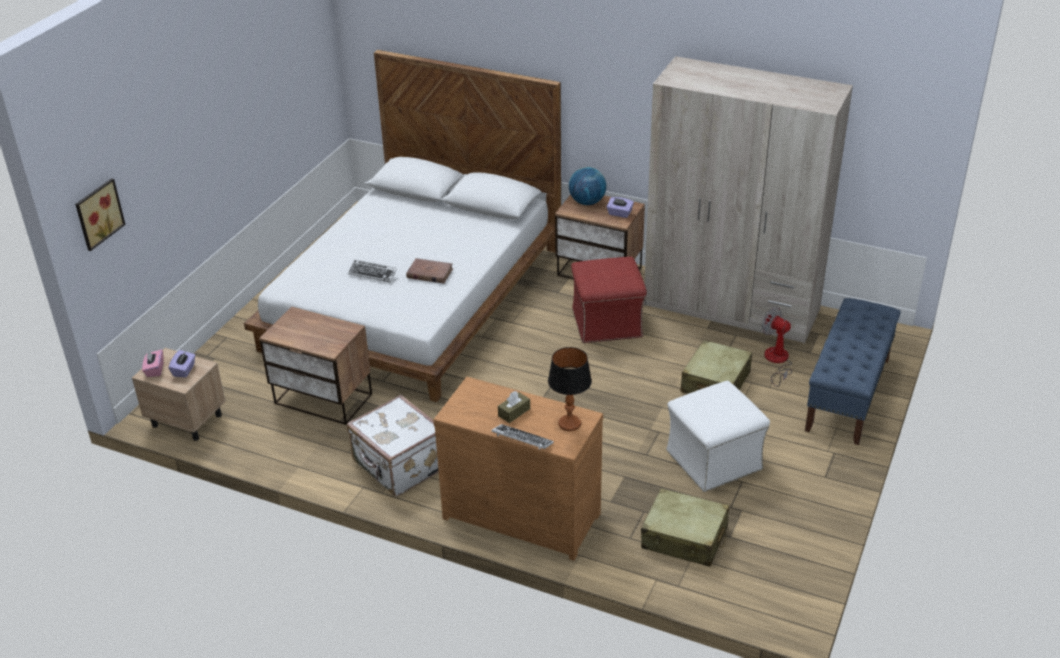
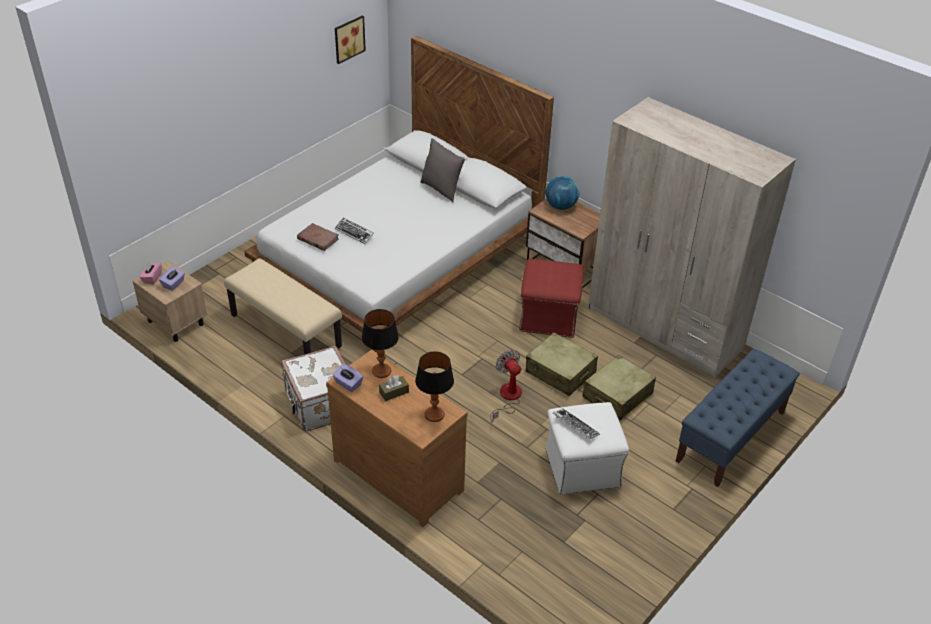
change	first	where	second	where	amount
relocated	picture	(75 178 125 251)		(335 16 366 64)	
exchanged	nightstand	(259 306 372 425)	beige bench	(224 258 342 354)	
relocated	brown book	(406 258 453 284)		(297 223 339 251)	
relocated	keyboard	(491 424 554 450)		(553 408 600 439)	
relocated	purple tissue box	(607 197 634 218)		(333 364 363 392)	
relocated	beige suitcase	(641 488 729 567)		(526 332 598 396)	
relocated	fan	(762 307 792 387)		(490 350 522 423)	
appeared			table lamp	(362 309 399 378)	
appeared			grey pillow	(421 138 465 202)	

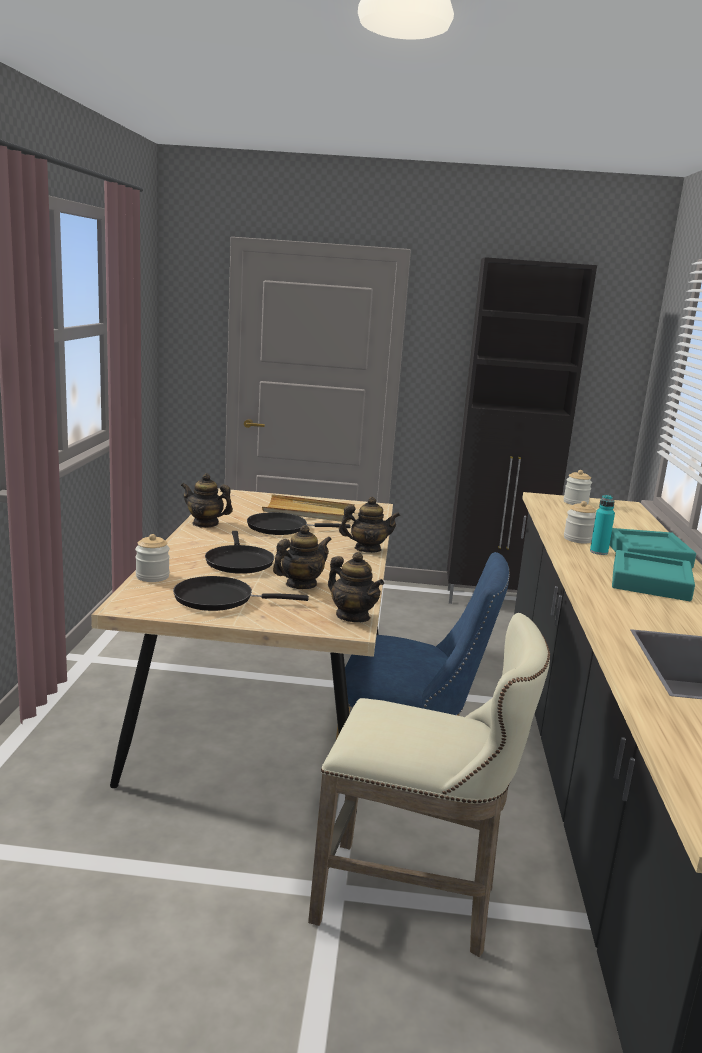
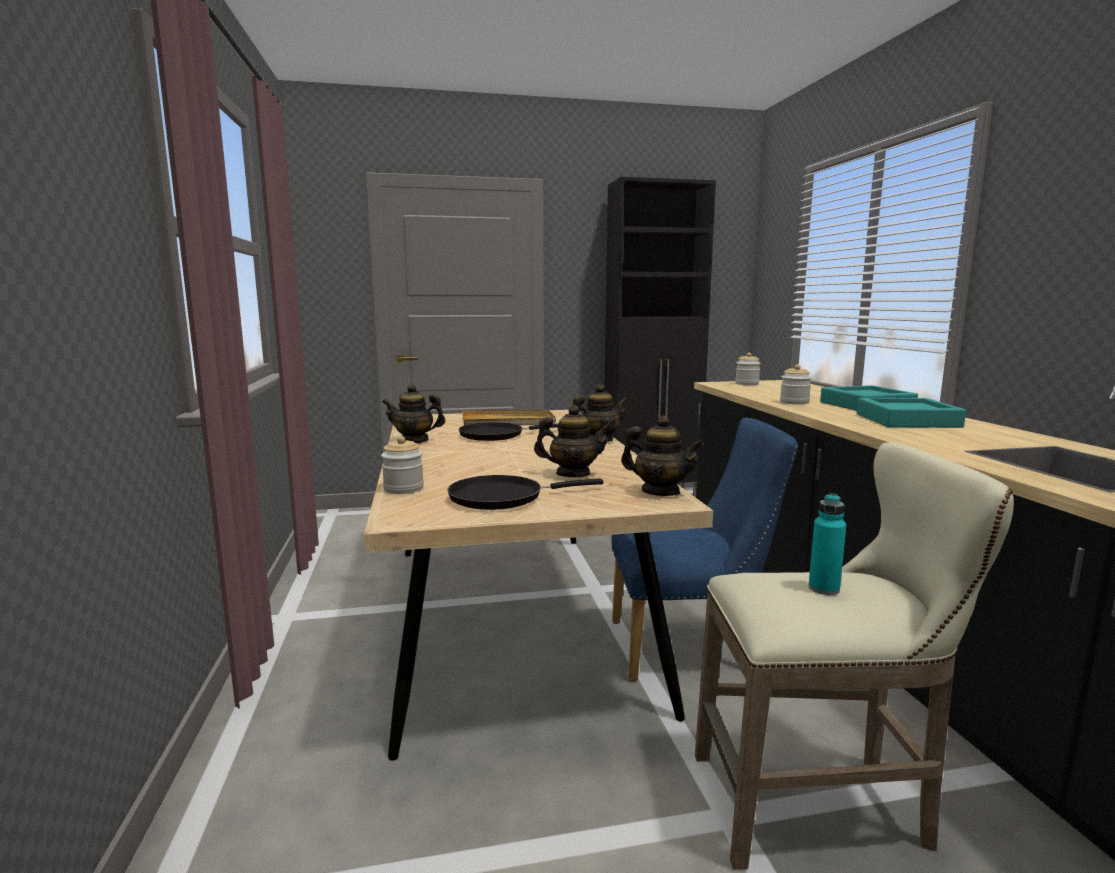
change	first	where	second	where	amount
missing	black frying pan	(205 531 274 574)			
spun	teapot	(273 525 332 589)		(534 405 612 477)	60 degrees clockwise
relocated	turquoise bottle	(590 495 615 555)		(808 493 846 595)	

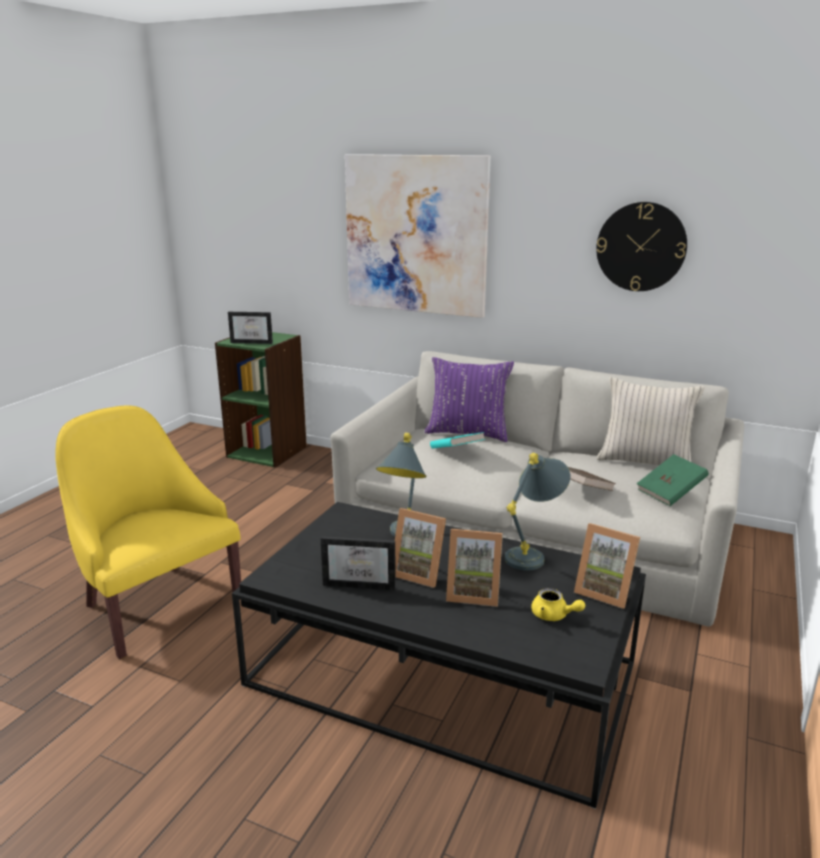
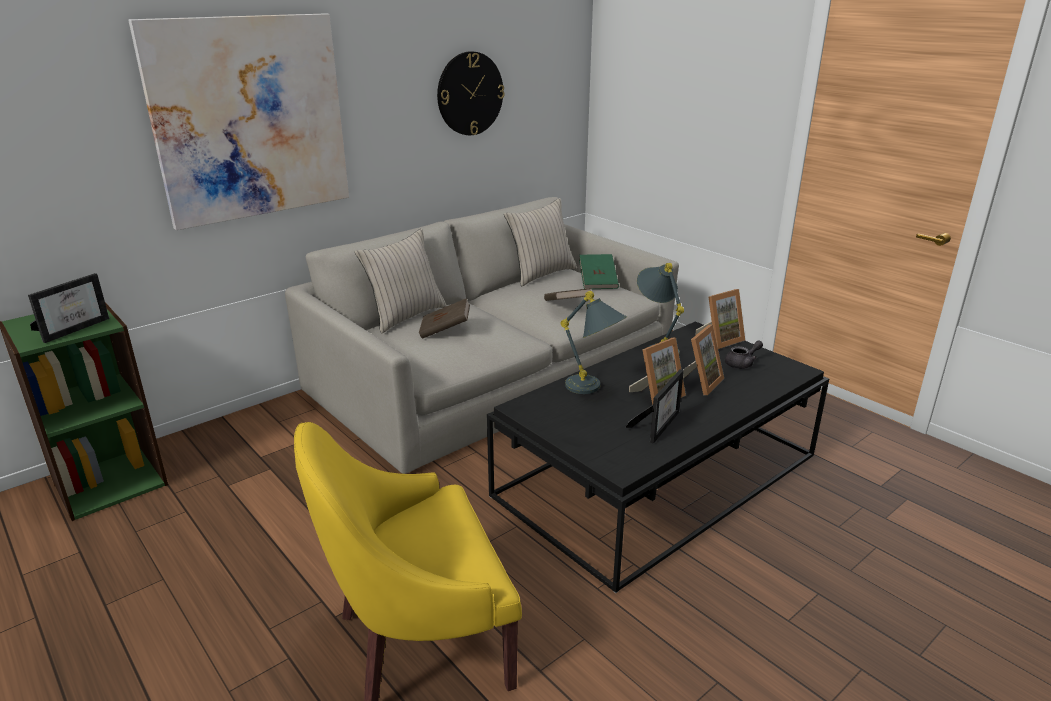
change	first	where	second	where	amount
colour	purple pillow	(425 357 514 442)	beige pillow	(355 229 447 333)	
colour	turquoise book	(430 432 485 449)	brown book	(419 298 470 339)	
colour	yellow teapot	(531 588 585 621)	grey teapot	(725 340 763 369)	

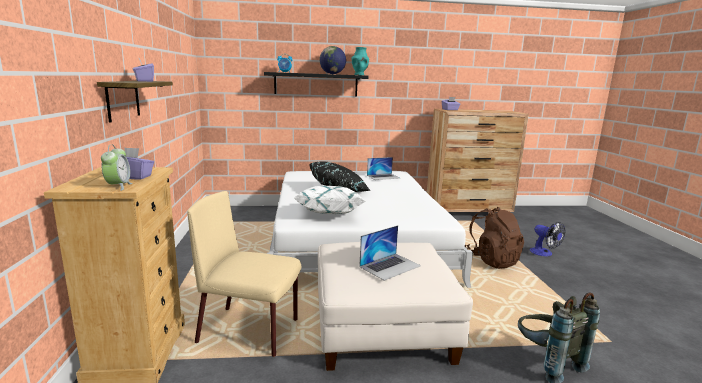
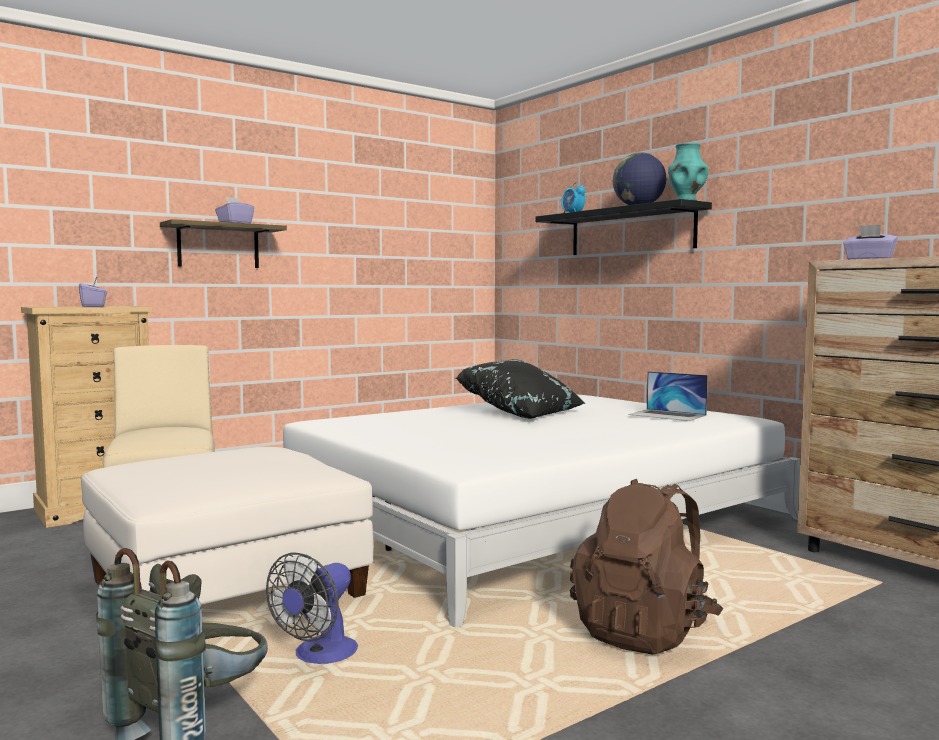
change	first	where	second	where	amount
missing	alarm clock	(101 144 132 191)			
missing	white pillow	(293 186 366 214)			
missing	laptop	(359 225 421 281)			
relocated	fan	(530 222 565 257)		(266 553 358 664)	

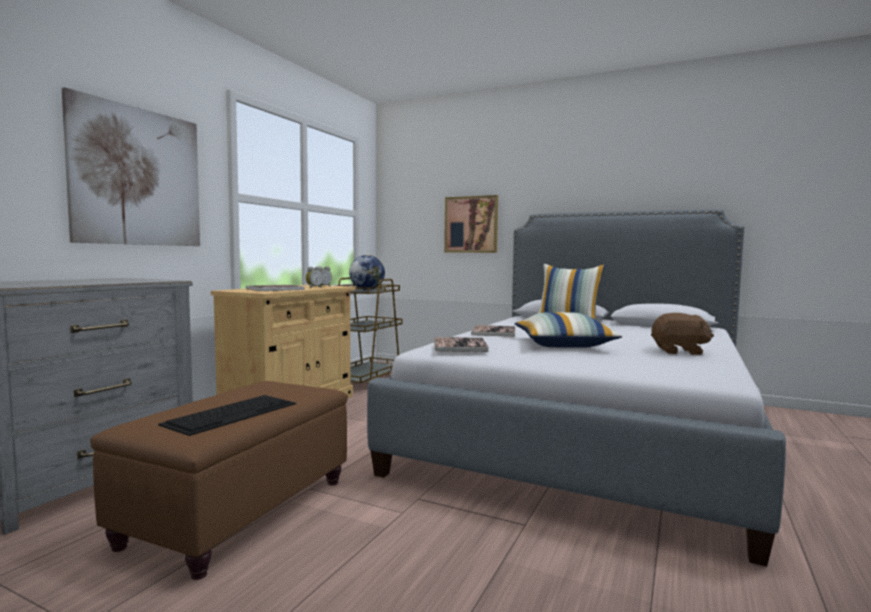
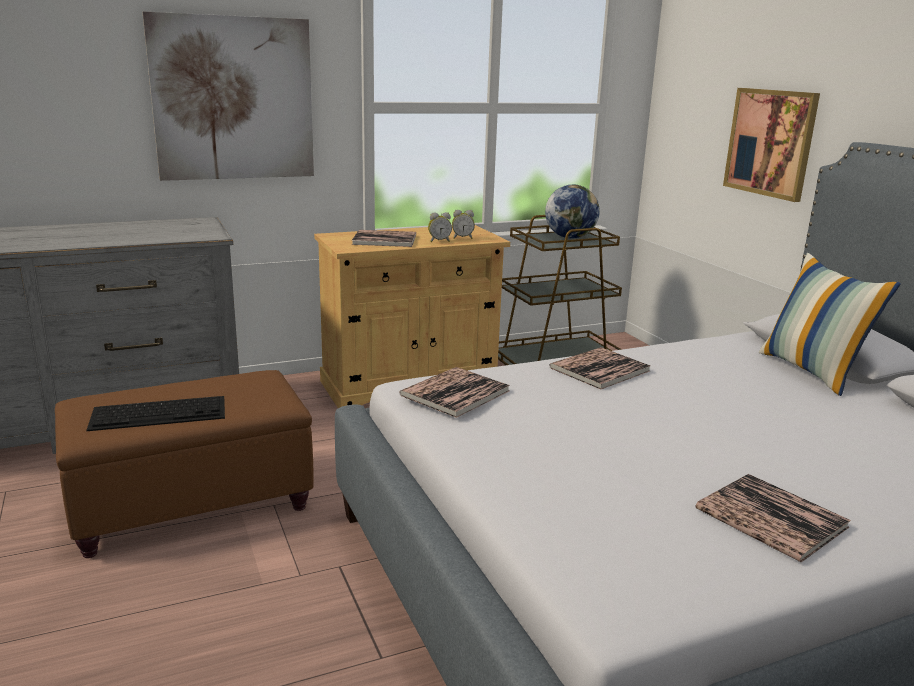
change	first	where	second	where	amount
missing	pillow	(515 312 622 348)			
exchanged	brown plush toy	(651 313 714 355)	book	(695 474 851 562)	

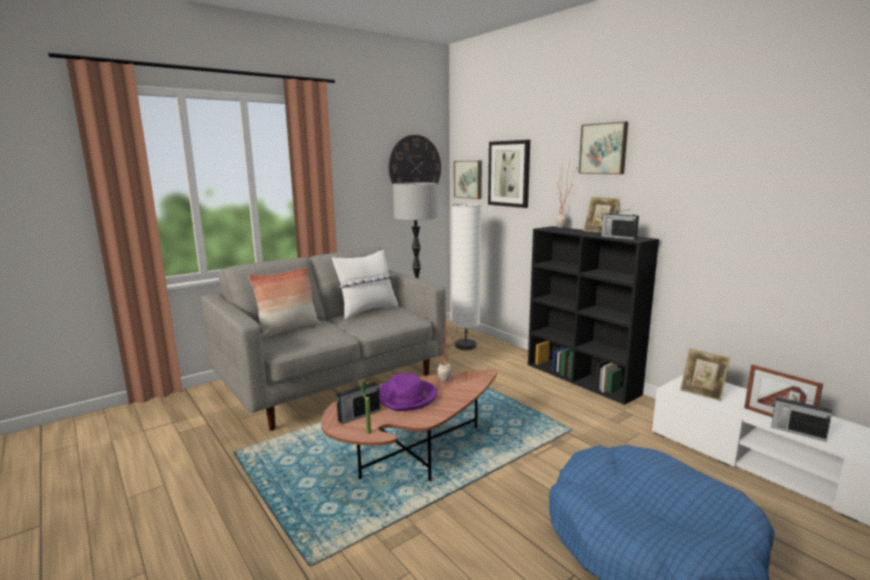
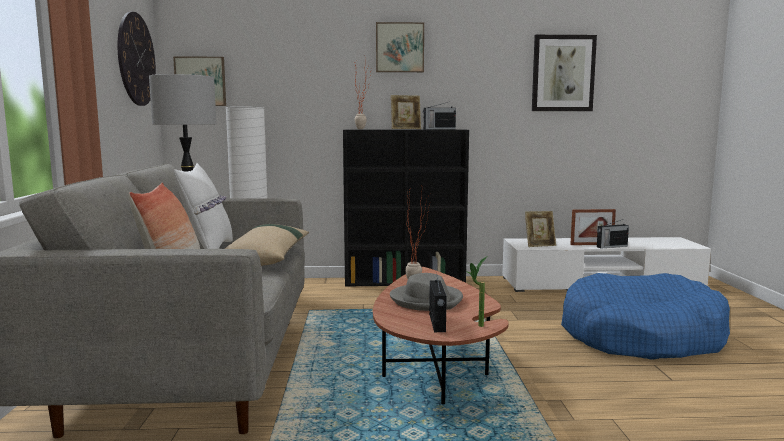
change	first	where	second	where	amount
colour	purple hat	(379 373 437 411)	grey hat	(390 273 463 311)	
relocated	picture	(488 140 530 208)		(532 35 597 111)	
appeared			beige pillow	(225 224 309 266)	

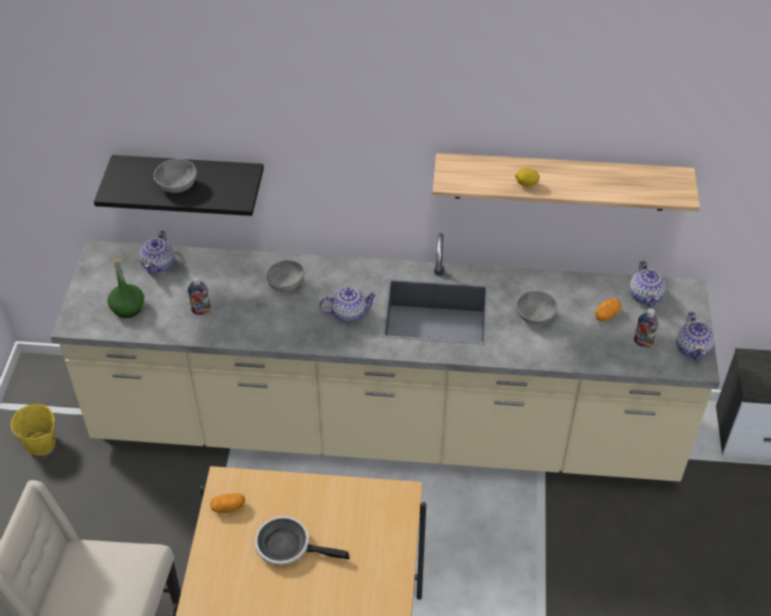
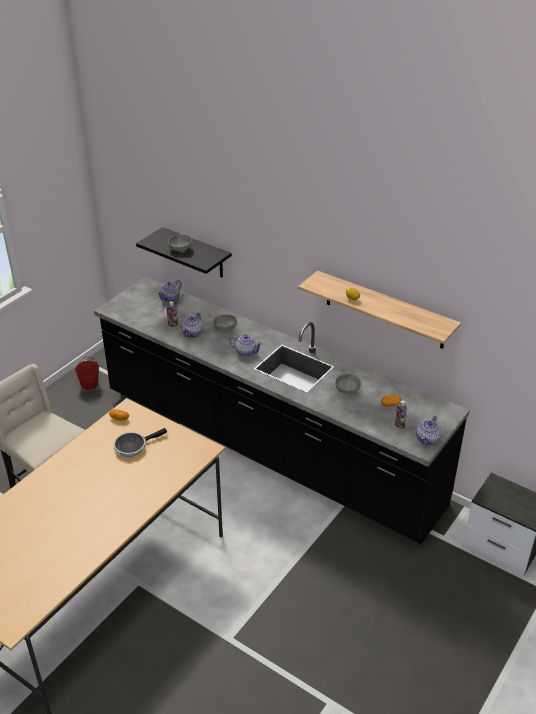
change	first	where	second	where	amount
colour	yellow bucket	(11 402 56 455)	red bucket	(75 357 99 390)	
colour	beige counter	(51 233 720 482)	black counter	(94 277 470 544)	
missing	green bottle	(108 258 144 318)			
spun	frying pan	(254 516 349 565)		(113 428 167 457)	75 degrees counterclockwise
relocated	teapot	(630 261 666 307)		(182 313 203 338)	

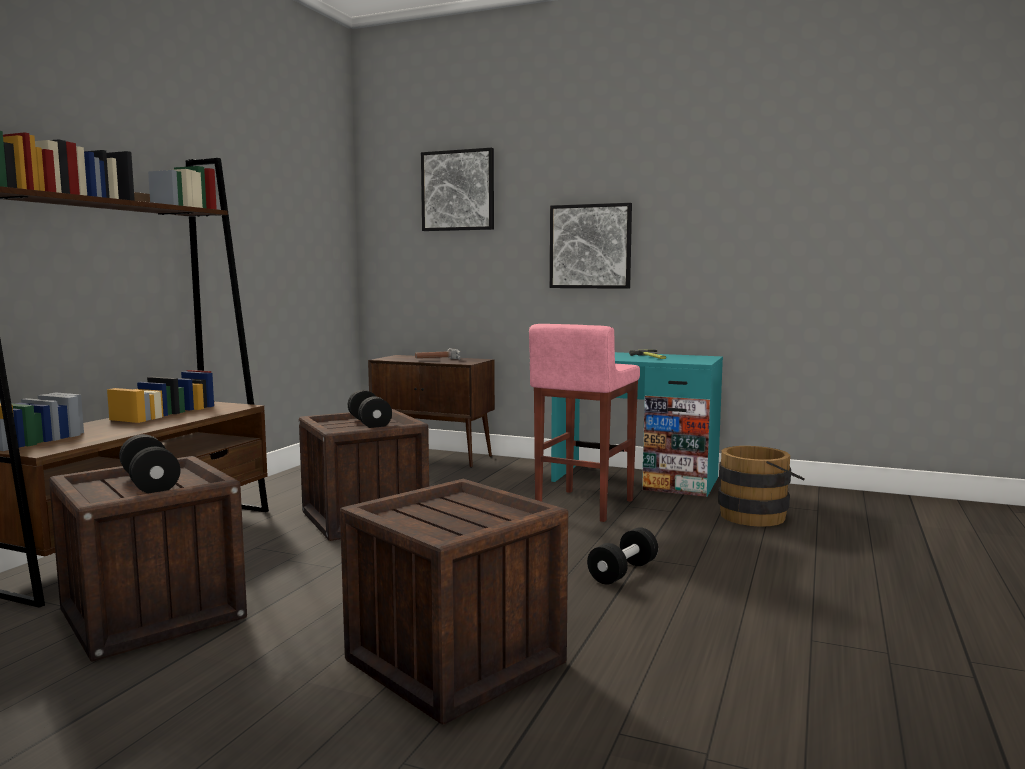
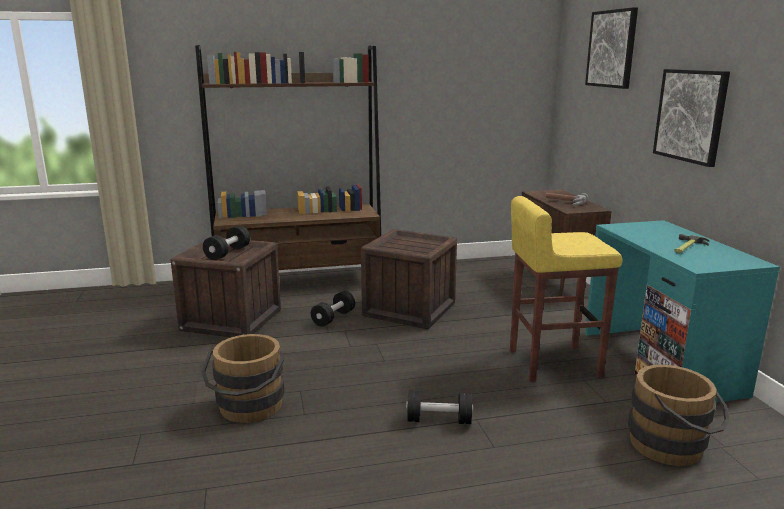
change	first	where	second	where	amount
exchanged	crate	(340 479 568 724)	brown bucket	(201 334 284 423)	
relocated	black dumbbell	(348 390 392 428)		(311 291 355 327)	
colour	pink stool	(529 324 640 522)	yellow stool	(510 196 622 382)	

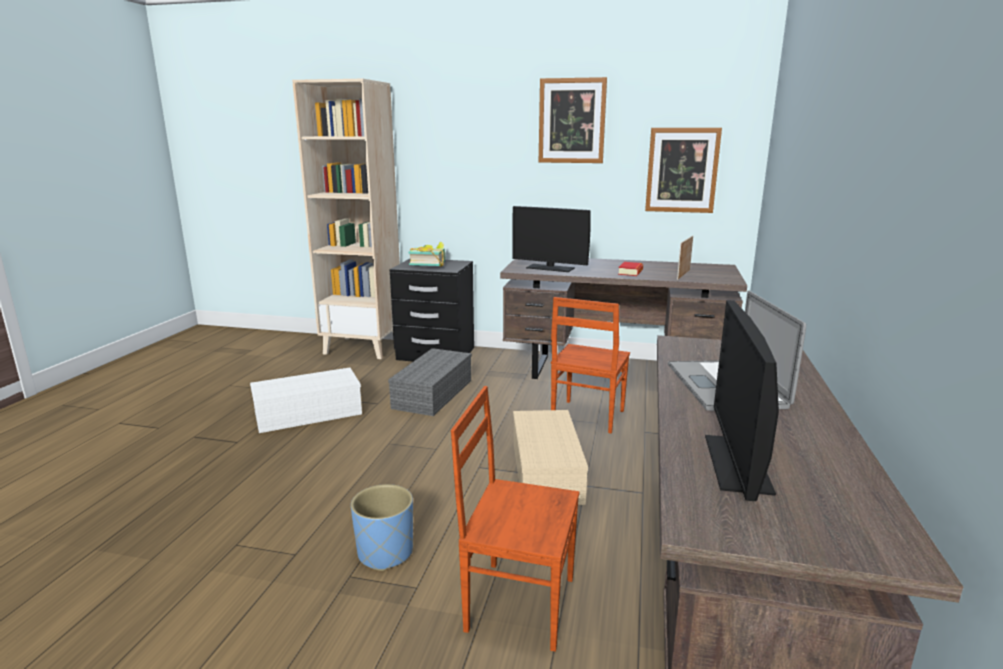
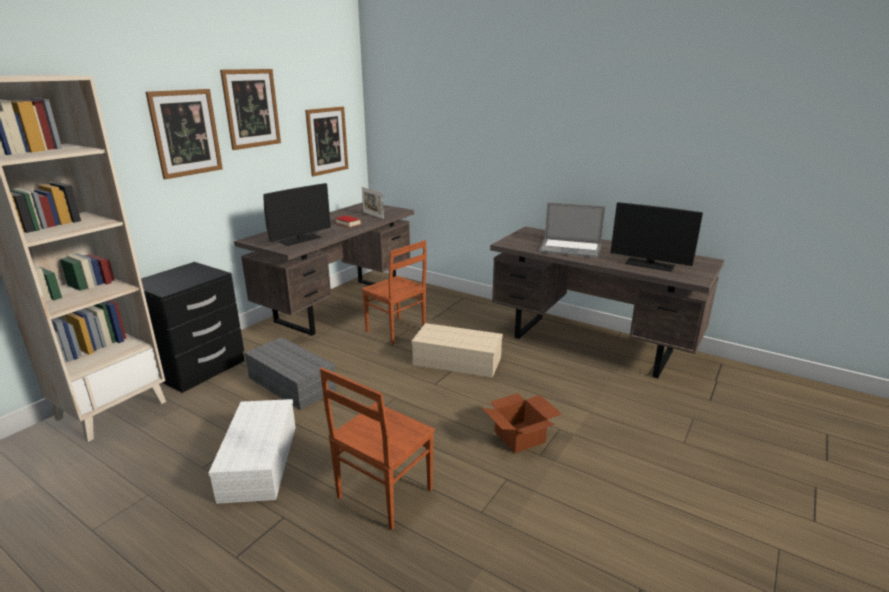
change	first	where	second	where	amount
exchanged	blue planter	(351 484 413 571)	cardboard box	(482 393 562 453)	
missing	book	(408 242 445 267)			
relocated	brown chair	(451 386 579 652)		(320 367 435 530)	
appeared			picture	(146 89 223 179)	

